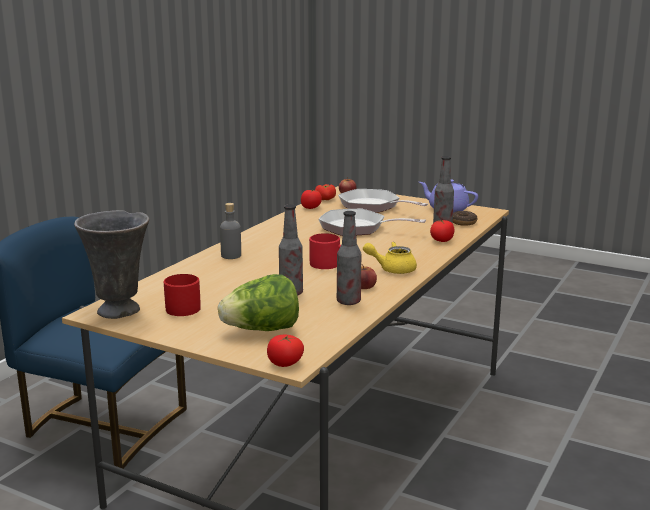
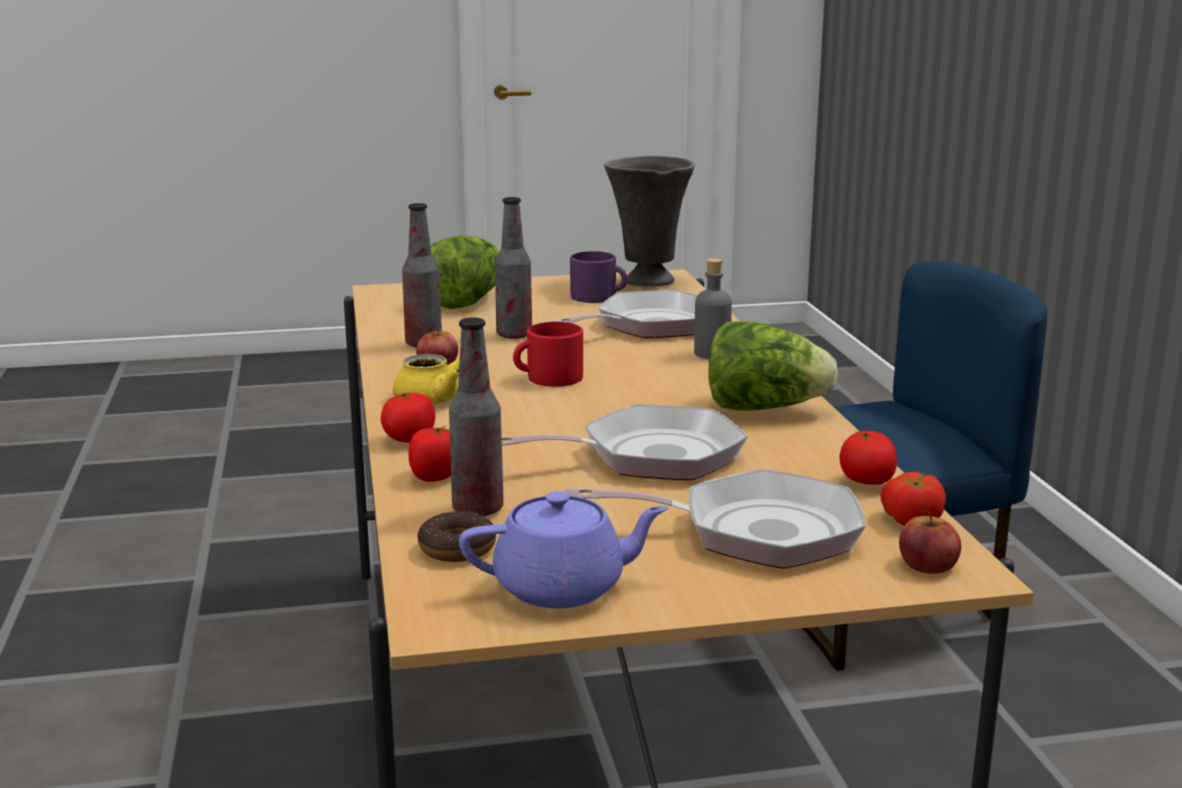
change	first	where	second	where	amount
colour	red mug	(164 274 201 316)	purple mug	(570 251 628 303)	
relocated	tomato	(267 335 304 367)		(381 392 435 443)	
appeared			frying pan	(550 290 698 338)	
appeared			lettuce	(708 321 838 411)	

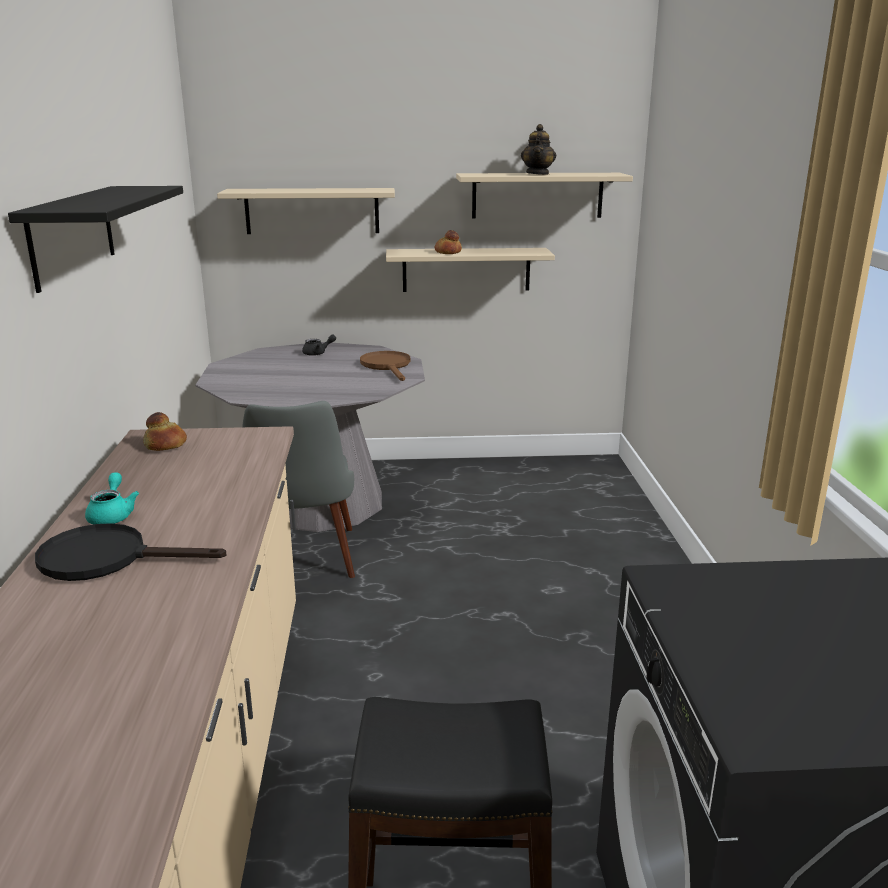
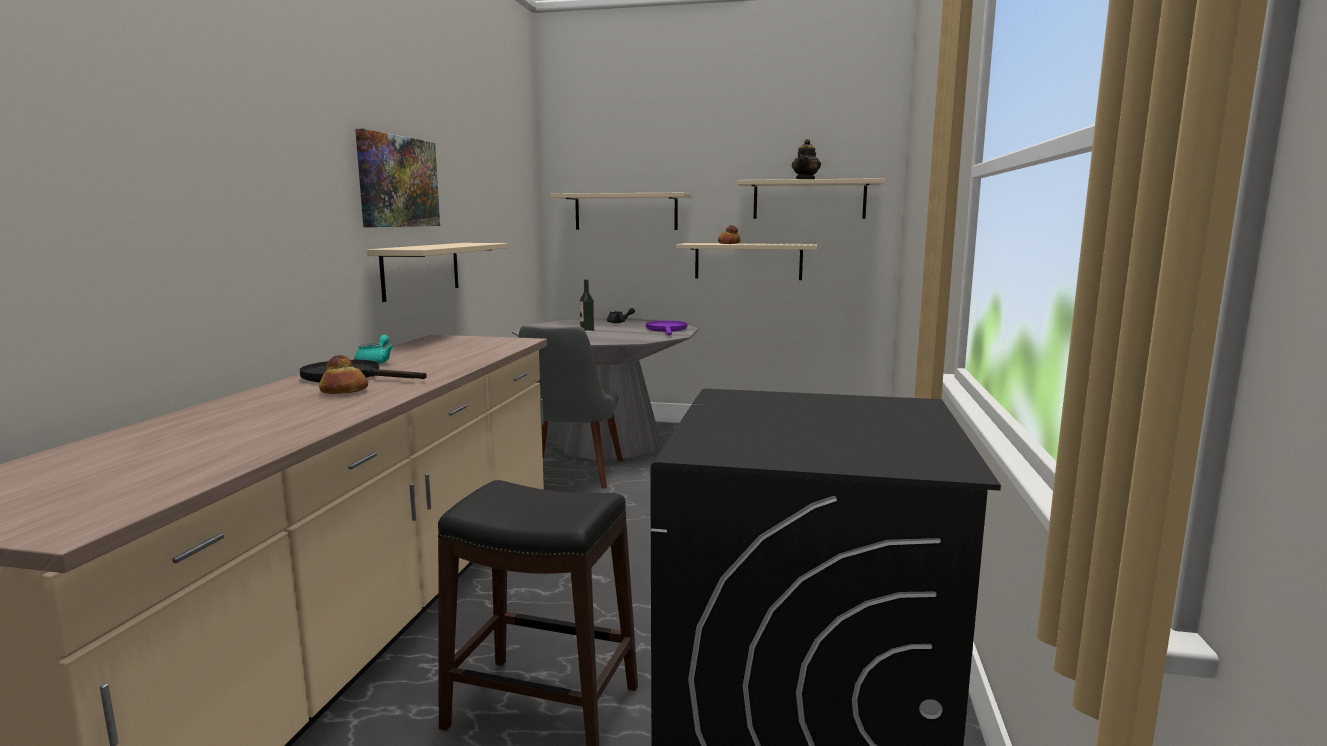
change	first	where	second	where	amount
exchanged	black shelf	(8 186 183 293)	picture	(355 129 440 227)	
relocated	bread	(143 412 187 451)		(319 355 368 394)	
colour	brown frying pan	(360 351 411 381)	purple frying pan	(646 321 688 336)	
appeared			beige shelf	(367 243 508 302)	
appeared			bottle	(579 279 594 333)	

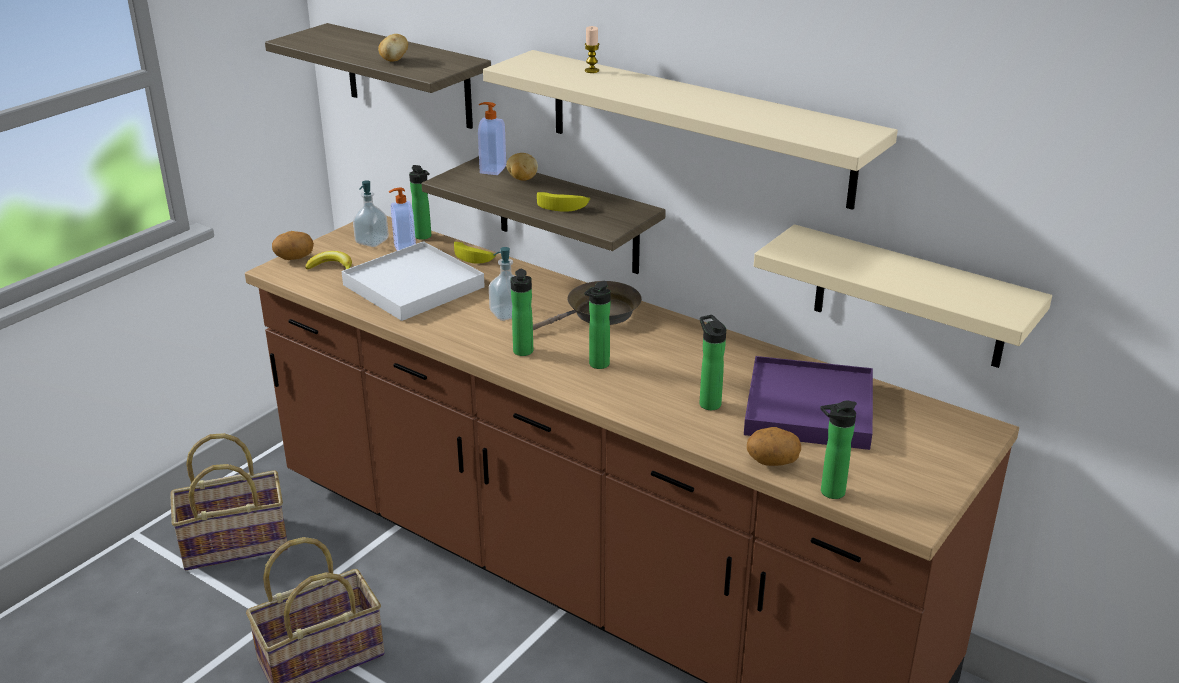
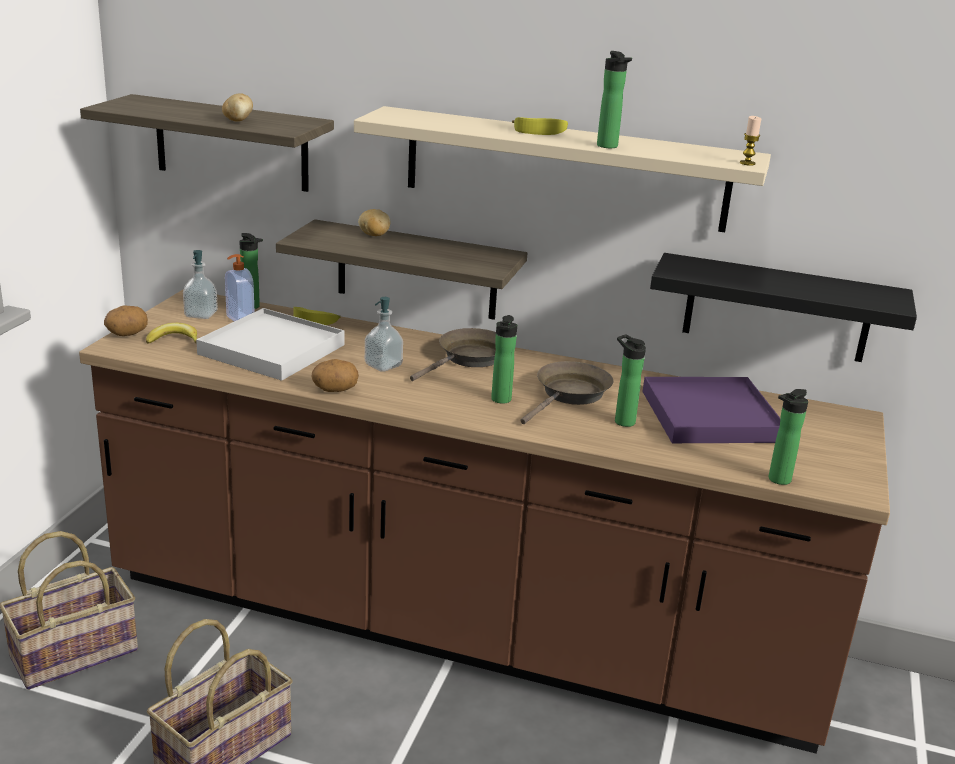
change	first	where	second	where	amount
missing	soap dispenser	(478 102 506 175)			
relocated	bottle	(510 269 533 356)		(597 51 632 148)	
relocated	banana	(537 192 590 211)		(512 117 568 135)	
relocated	candle	(584 26 599 73)		(740 116 761 166)	
relocated	potato	(747 427 801 466)		(311 359 359 392)	
colour	beige shelf	(754 224 1052 368)	black shelf	(650 253 917 362)	
appeared			brown frying pan	(520 361 614 424)	

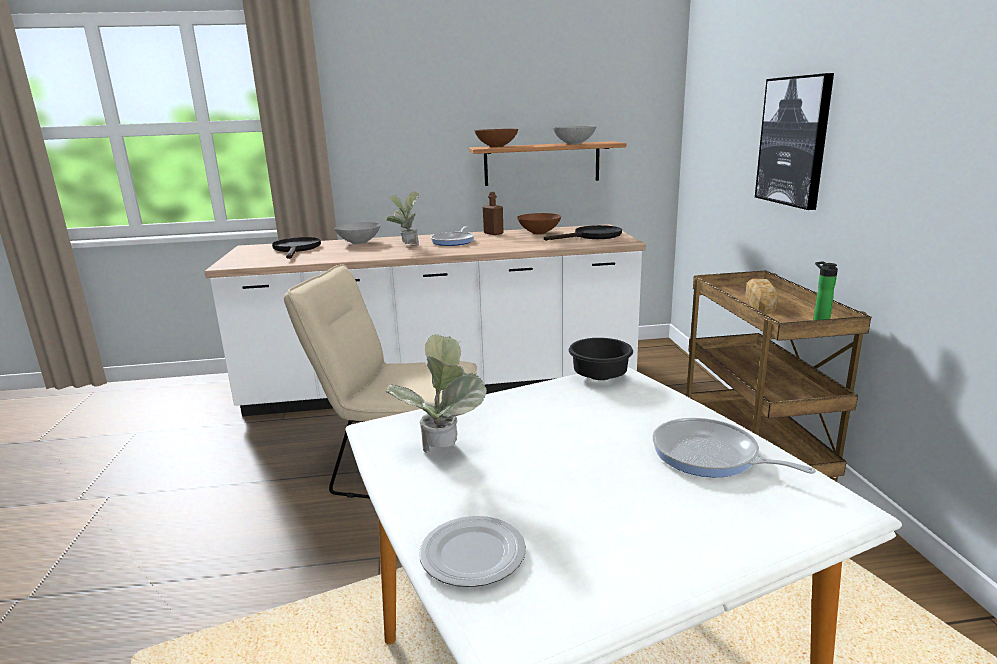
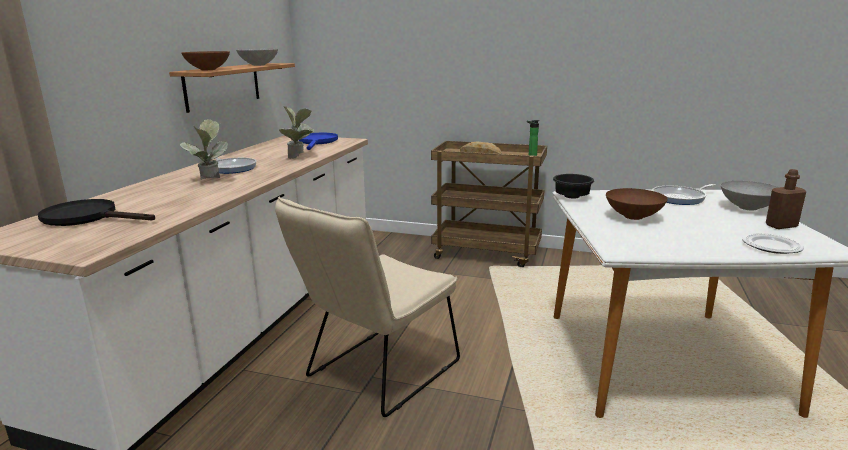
change	first	where	second	where	amount
relocated	grey bowl	(334 222 380 244)		(721 181 780 210)	
relocated	potted plant	(385 334 487 453)		(279 106 314 159)	
relocated	brown bottle	(483 191 503 235)		(766 169 806 229)	
relocated	brown bowl	(517 213 561 234)		(606 188 668 220)	
colour	black frying pan	(544 225 622 241)	blue frying pan	(298 133 338 150)	
missing	picture	(755 73 834 210)			

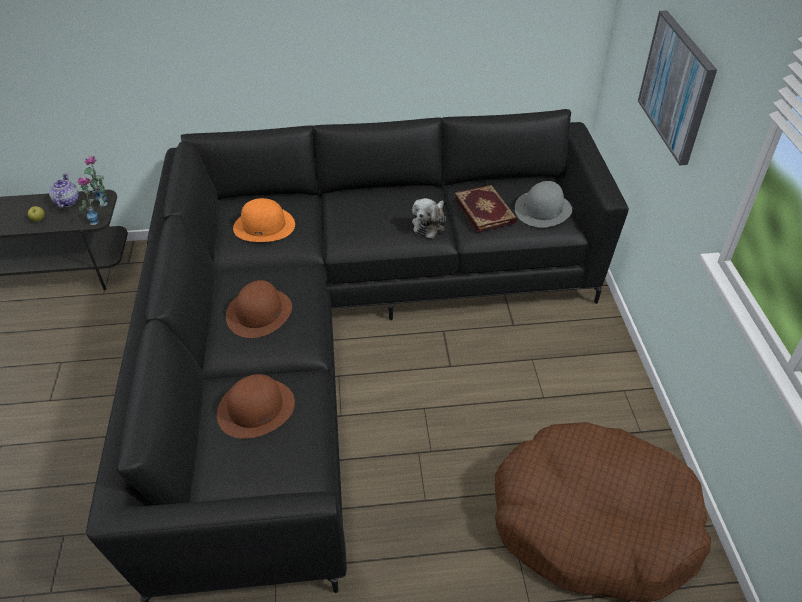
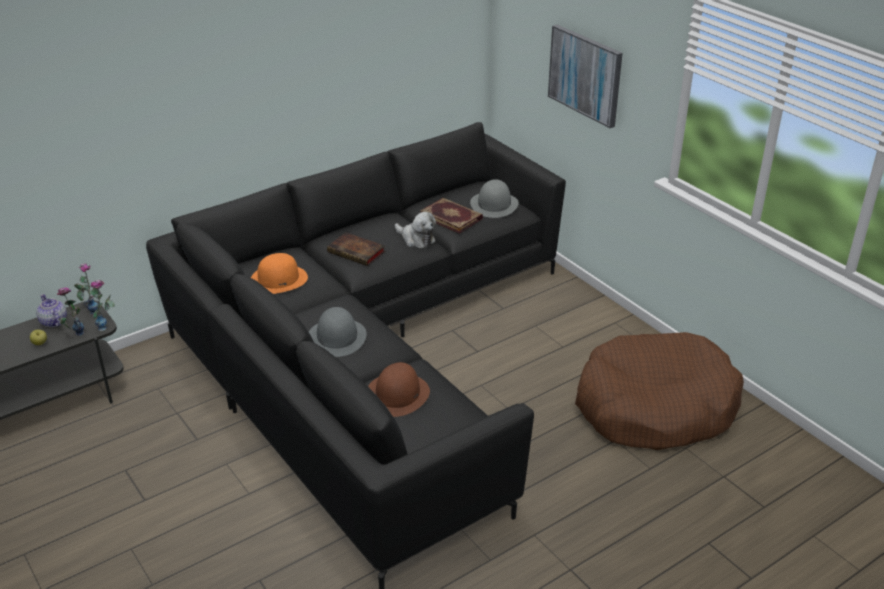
change	first	where	second	where	amount
colour	brown hat	(226 280 292 338)	grey hat	(309 307 367 357)	
spun	plush toy	(412 198 446 238)		(395 212 436 248)	45 degrees counterclockwise
appeared			vase	(57 287 85 336)	
appeared			book	(327 232 385 266)	

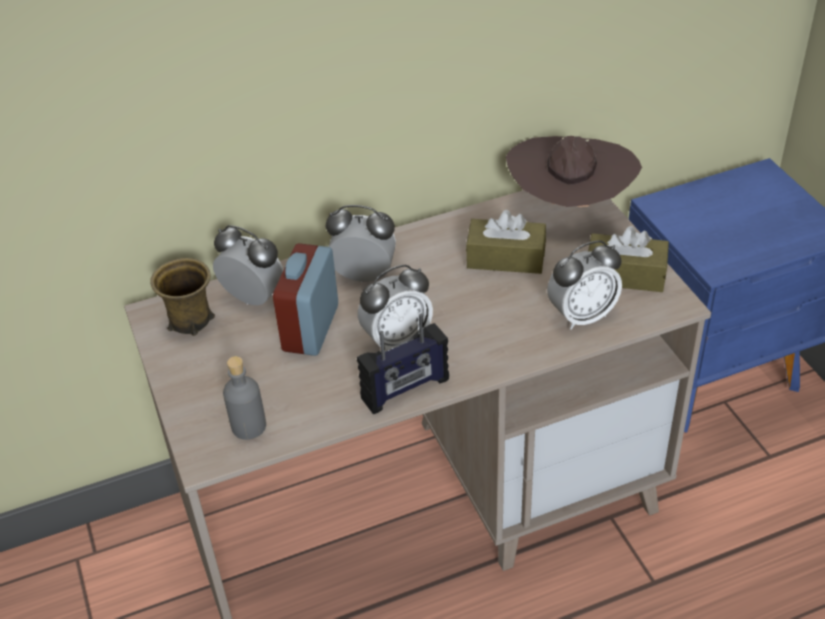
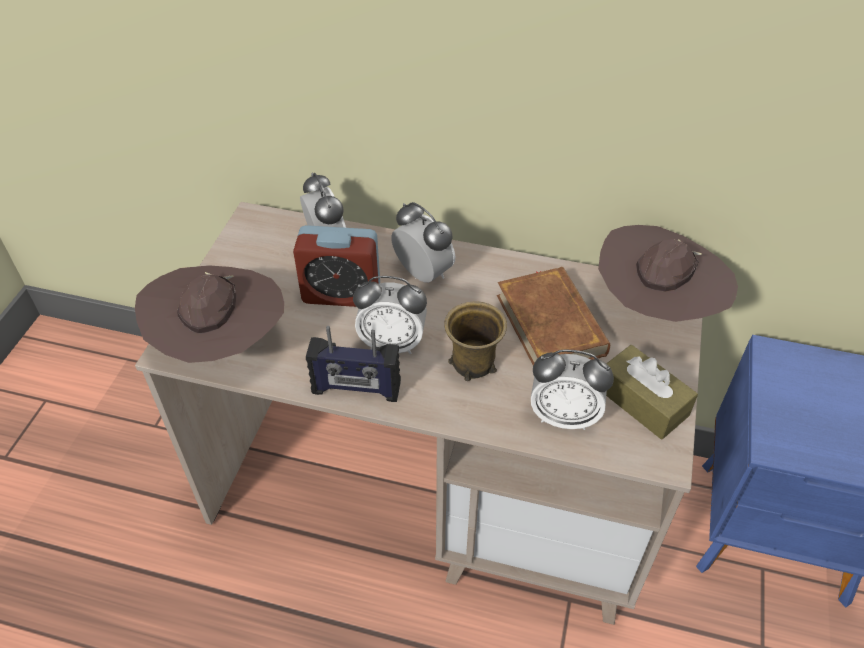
change	first	where	second	where	amount
relocated	brown mug	(150 258 215 336)		(444 302 507 381)	
exchanged	grey bottle	(223 356 266 440)	brown hat	(135 265 284 363)	
spun	alarm clock	(273 243 338 356)		(293 225 380 307)	135 degrees counterclockwise
exchanged	brown tissue box	(466 210 546 274)	brown book	(497 267 610 365)	

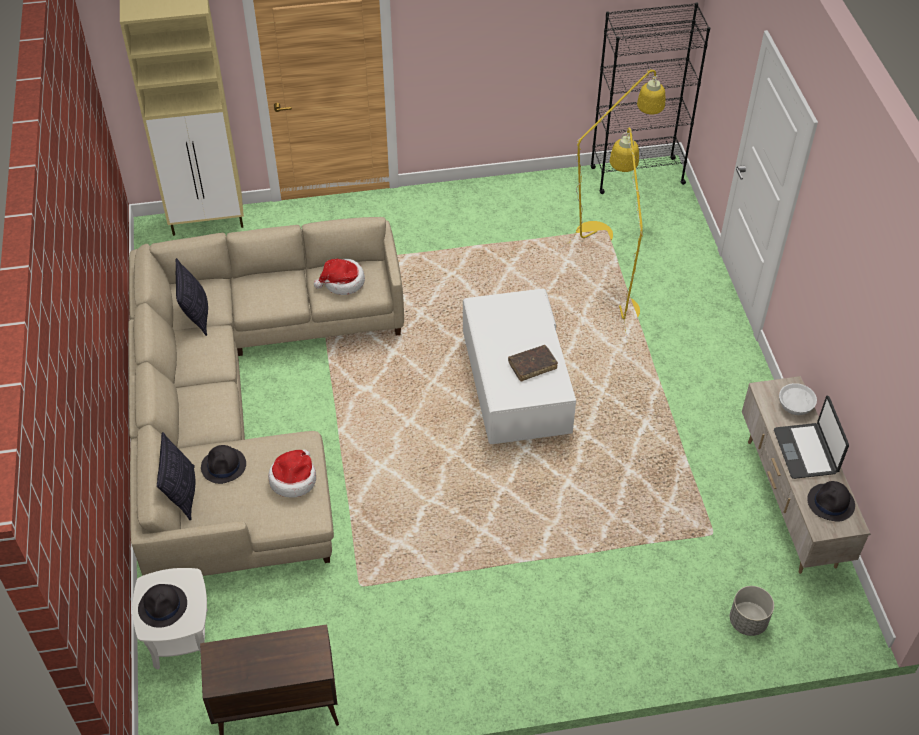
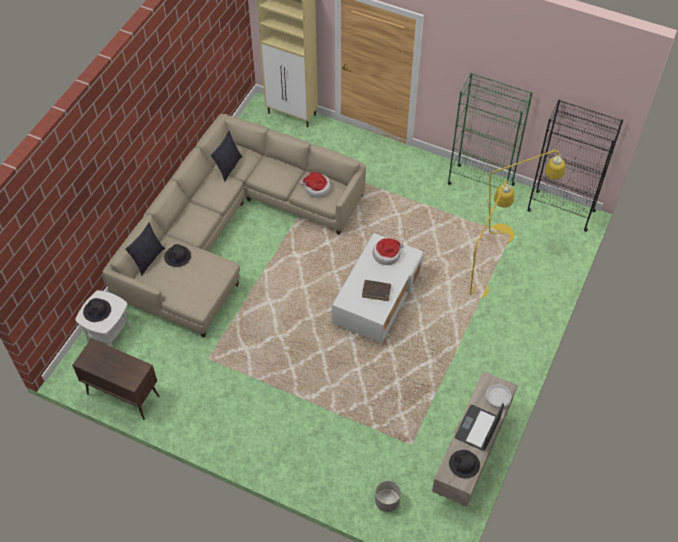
change	first	where	second	where	amount
relocated	hat	(268 449 316 498)		(372 238 404 265)	
appeared			green bookcase	(448 73 533 188)	

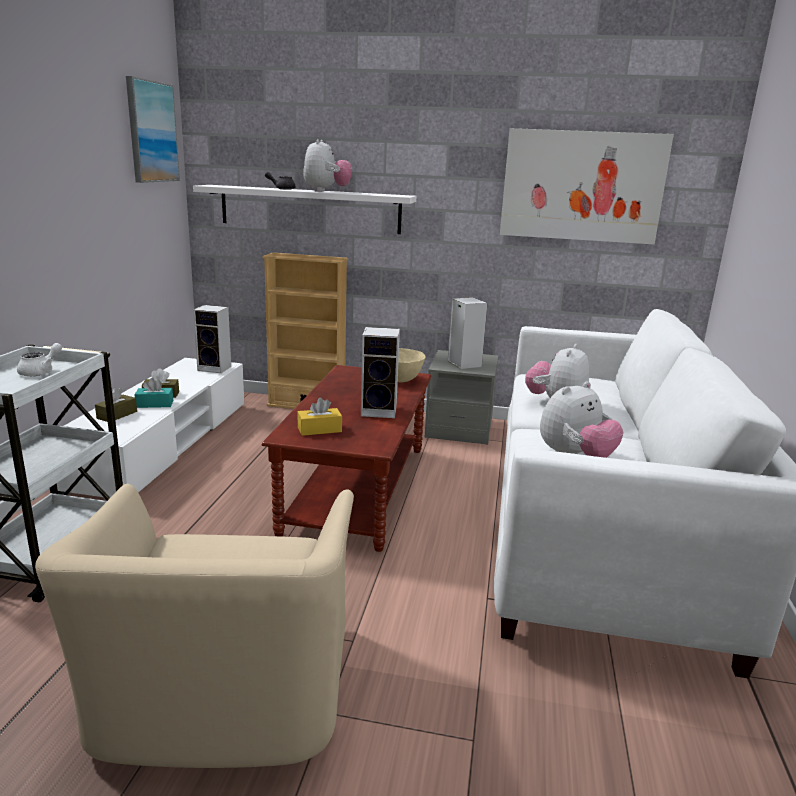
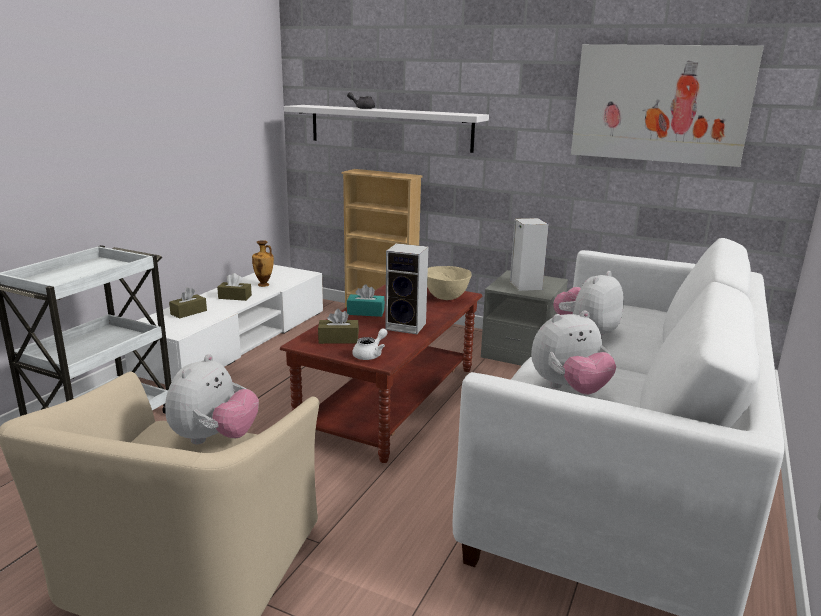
change	first	where	second	where	amount
relocated	white teapot	(17 343 62 376)		(352 328 388 360)	
missing	picture	(126 76 180 183)			
relocated	turquoise tissue box	(134 378 173 408)		(347 284 385 317)	
missing	speaker	(193 305 231 373)			
colour	yellow tissue box	(297 398 342 436)	brown tissue box	(318 309 359 344)	
relocated	plush toy	(303 139 352 192)		(165 354 259 444)	
appeared			vase	(252 240 274 287)	

